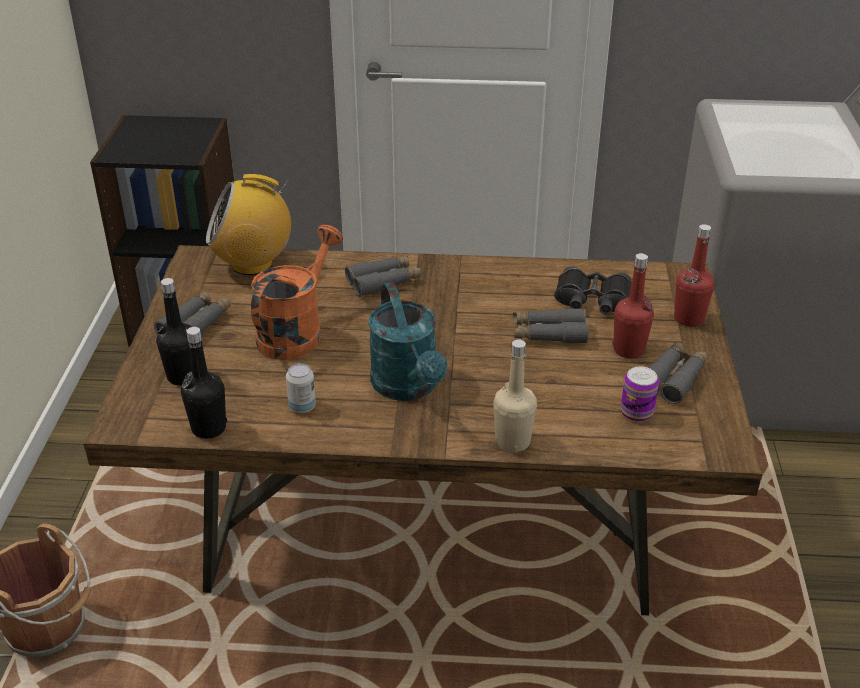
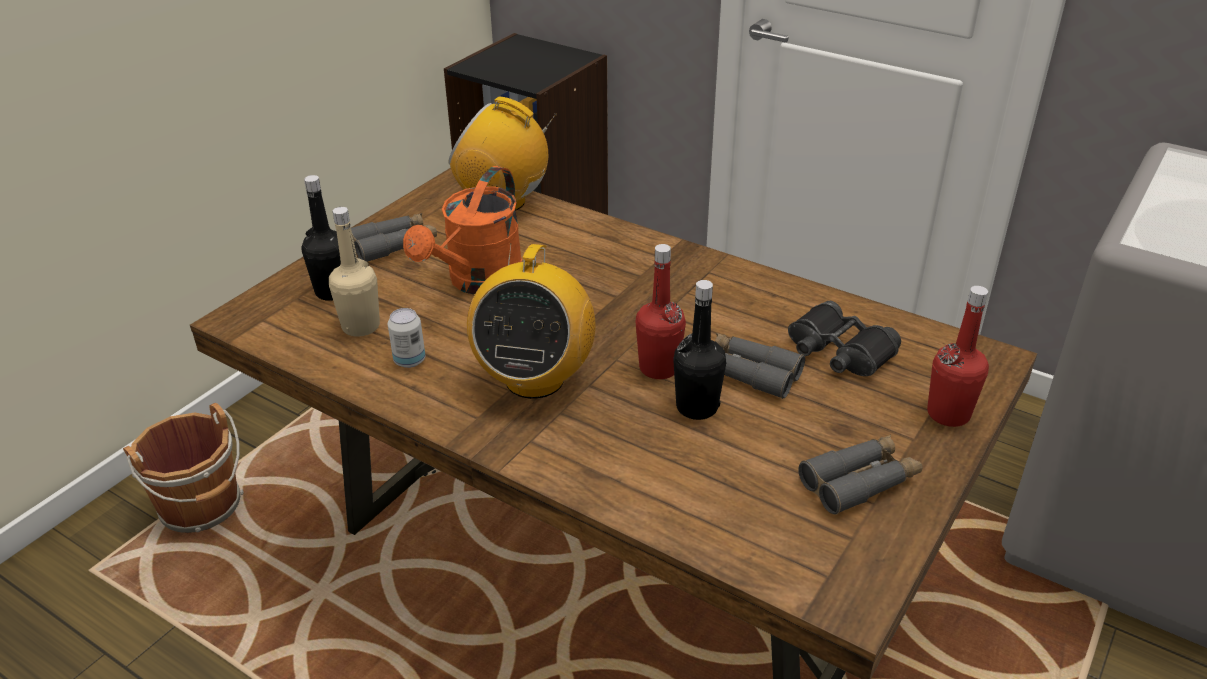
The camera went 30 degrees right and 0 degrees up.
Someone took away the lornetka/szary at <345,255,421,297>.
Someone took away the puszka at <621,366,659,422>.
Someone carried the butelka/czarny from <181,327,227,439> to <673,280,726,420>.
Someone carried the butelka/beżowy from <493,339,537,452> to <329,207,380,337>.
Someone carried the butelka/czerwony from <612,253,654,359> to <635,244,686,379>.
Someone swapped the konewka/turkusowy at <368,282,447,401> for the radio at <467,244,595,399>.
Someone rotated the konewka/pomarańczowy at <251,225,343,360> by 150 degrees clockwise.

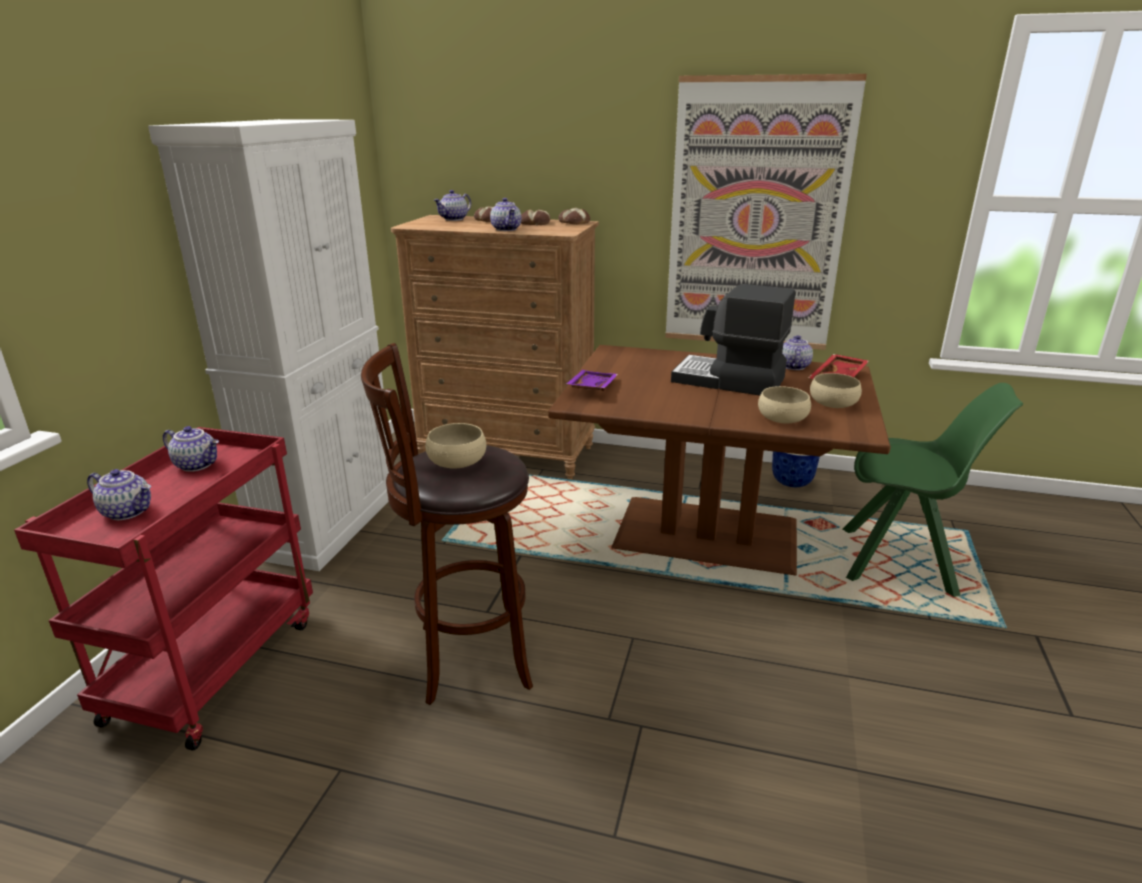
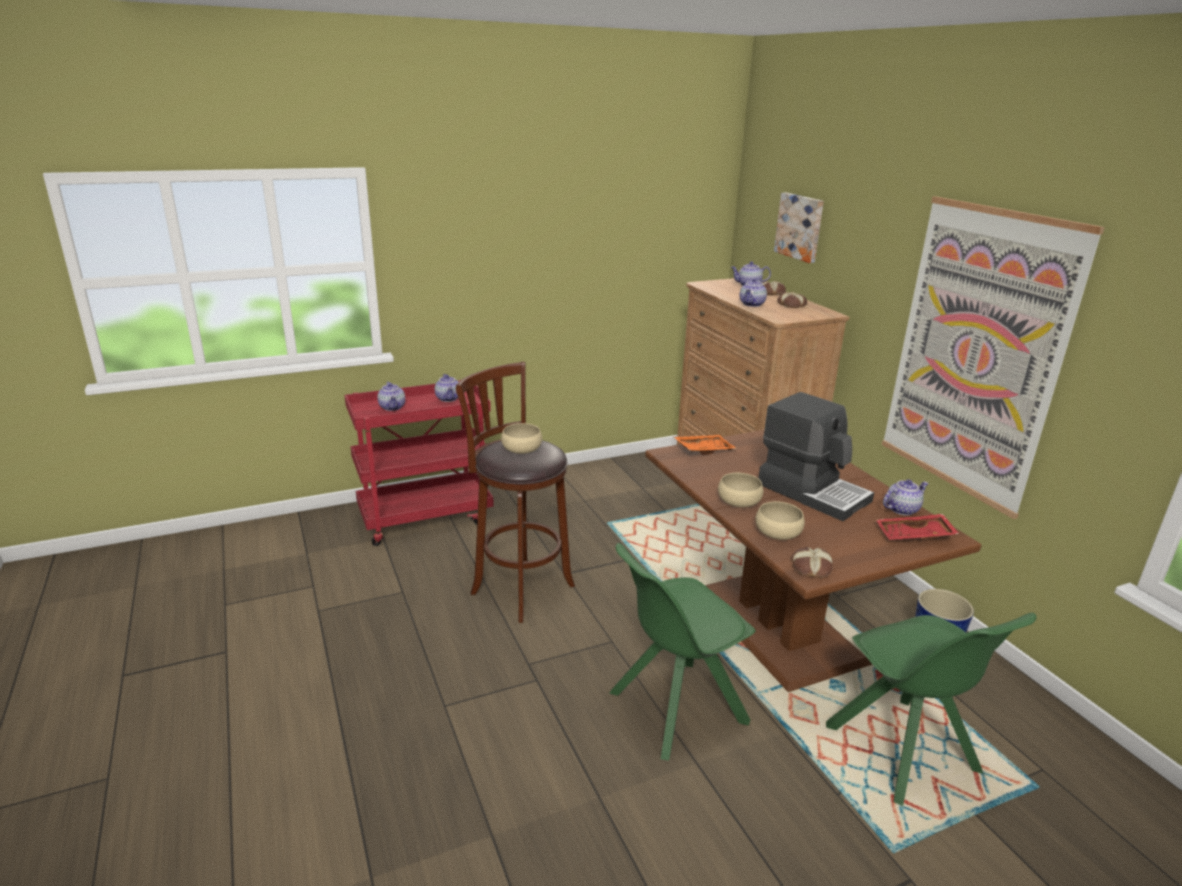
The camera went 50 degrees right and 0 degrees up.
Someone took away the szafka/biały at <148,119,389,571>.
Someone put down the krzesło/zielony at <609,543,756,761>.
Someone put up the obraz at <774,193,824,263>.
Someone carried the chleb from <558,208,590,224> to <791,547,833,578>.
Someone carried the miska/beżowy from <810,373,862,408> to <718,473,763,507>.
Someone repainted the taca/fioletowy at <566,370,618,391>, which became the taca/pomarańczowy at <674,435,737,455>.
Someone rotated the ekspres do kawy at <671,284,795,396> by 150 degrees clockwise.

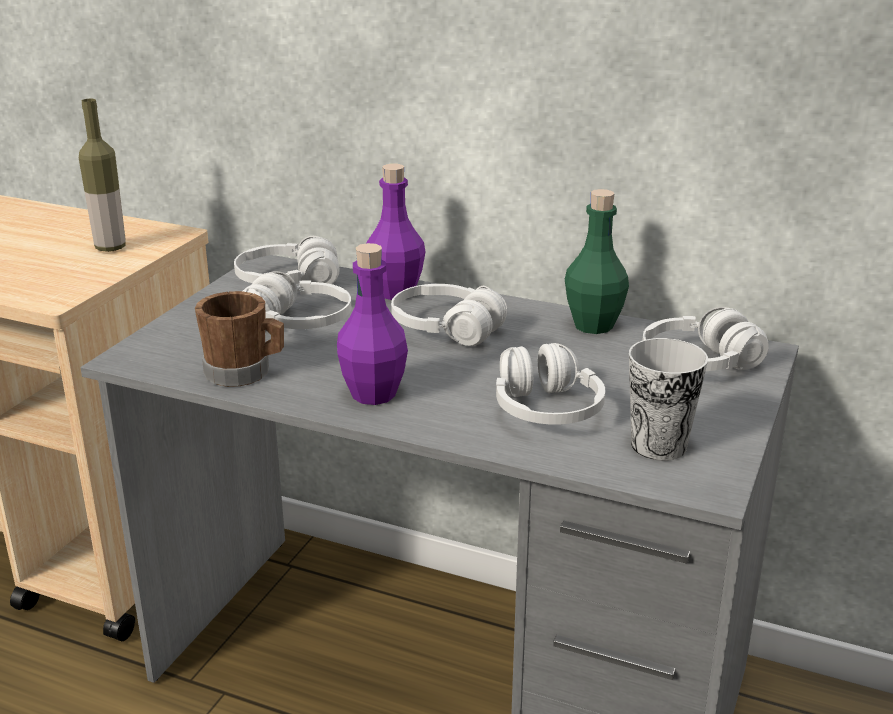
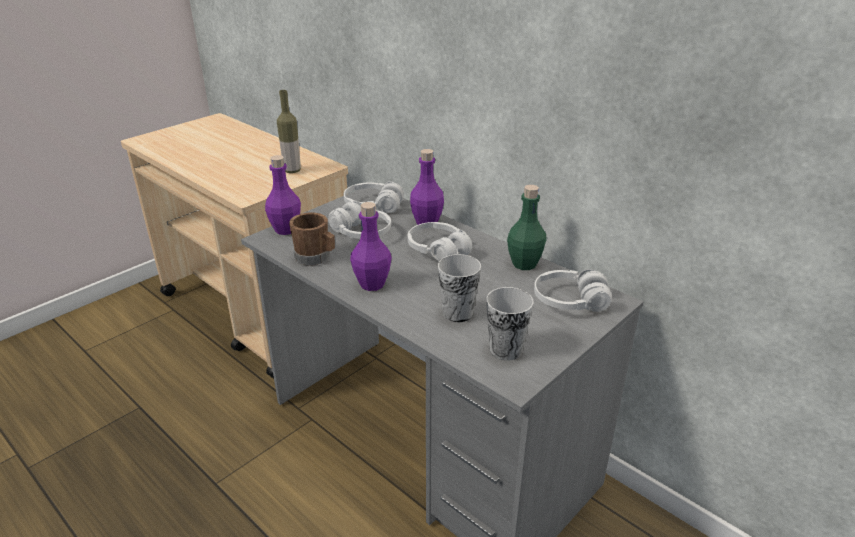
The camera went 20 degrees right and 5 degrees up.
Someone put down the butelka/fioletowy at <265,155,301,235>.
Someone swapped the słuchawki/biały at <496,343,605,425> for the filiżanka at <438,254,481,322>.

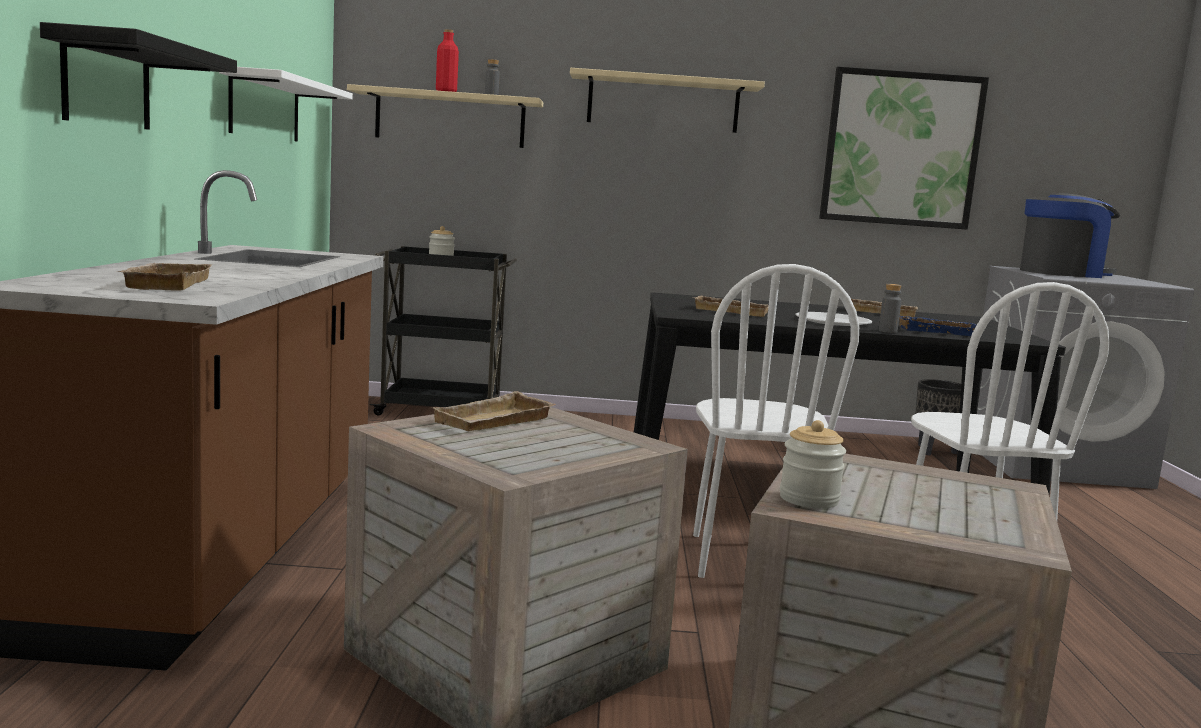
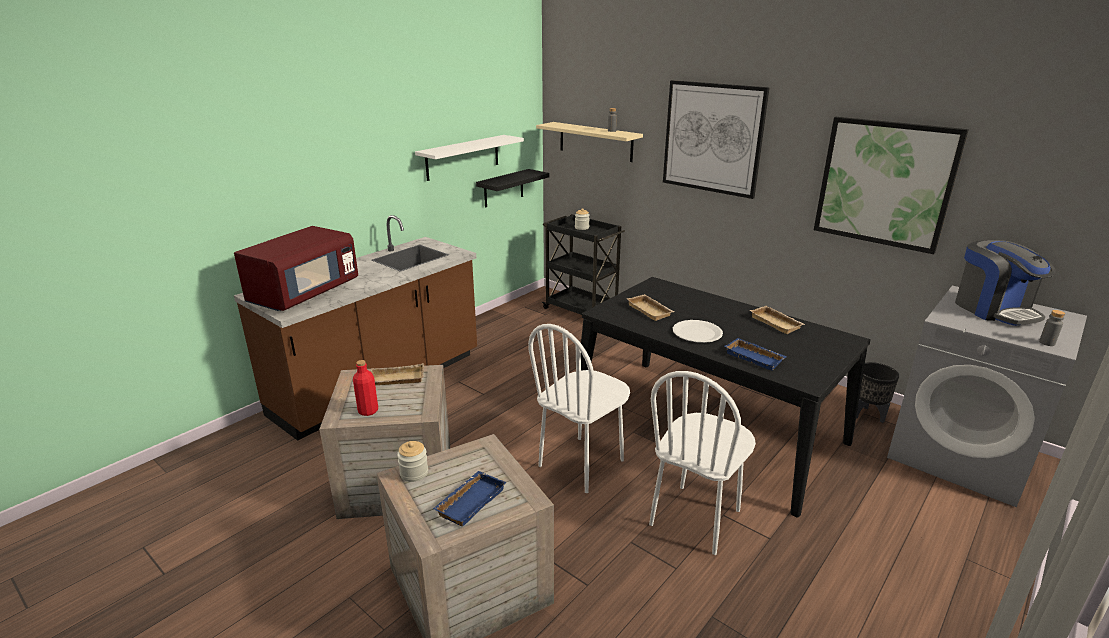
The camera went 40 degrees right and 15 degrees up.
Someone put down the taca/niebieski at <433,471,506,526>.
Someone carried the półka/czarny from <40,22,237,130> to <476,169,549,208>.
Someone carried the butelka/czerwony from <436,29,459,92> to <353,360,378,416>.
Someone carried the butelka/szary from <879,284,902,333> to <1039,310,1065,346>.
Someone swapped the taca/beżowy at <116,263,213,290> for the mikrofalówka/czerwony at <234,226,358,311>.
Someone swapped the półka/beżowy at <570,68,765,133> for the obraz at <663,80,770,199>.
Someone rotated the ekspres do kawy at <1020,193,1120,278> by 45 degrees clockwise.

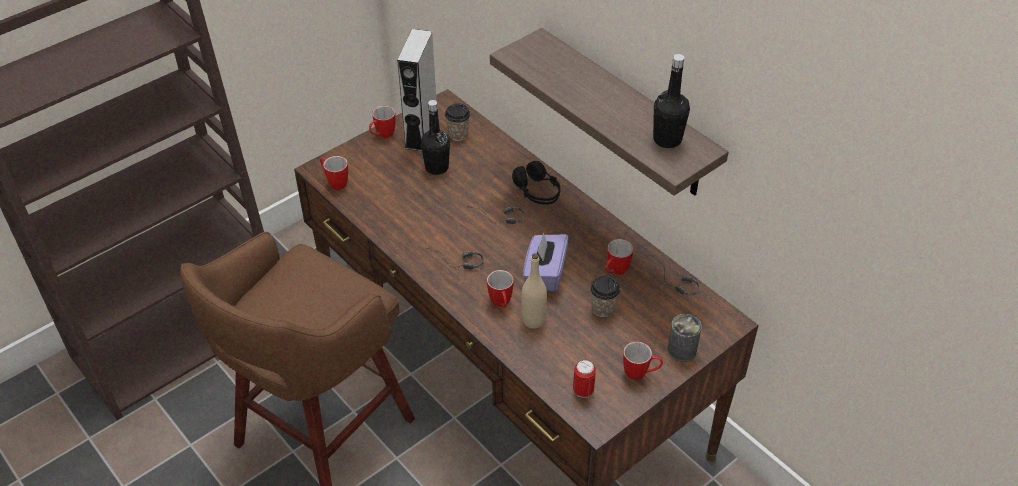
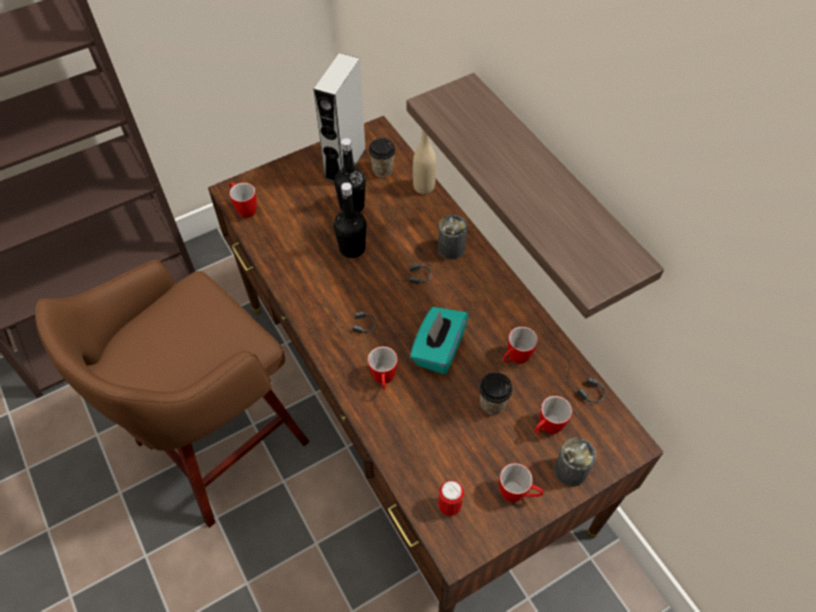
The camera went 10 degrees right and 10 degrees up.
Someone carried the kubek from <369,106,396,138> to <534,396,572,434>.
Someone carried the butelka/beżowy from <521,253,547,329> to <413,129,436,194>.
Someone carried the butelka/czarny from <653,54,690,148> to <334,183,366,258>.
Someone swapped the słuchawki/czarny at <512,161,560,204> for the puszka at <438,215,467,260>.
Someone repainted the pudełko chusteczek/fioletowy at <523,233,568,292>, which became the pudełko chusteczek/turkusowy at <410,307,469,374>.

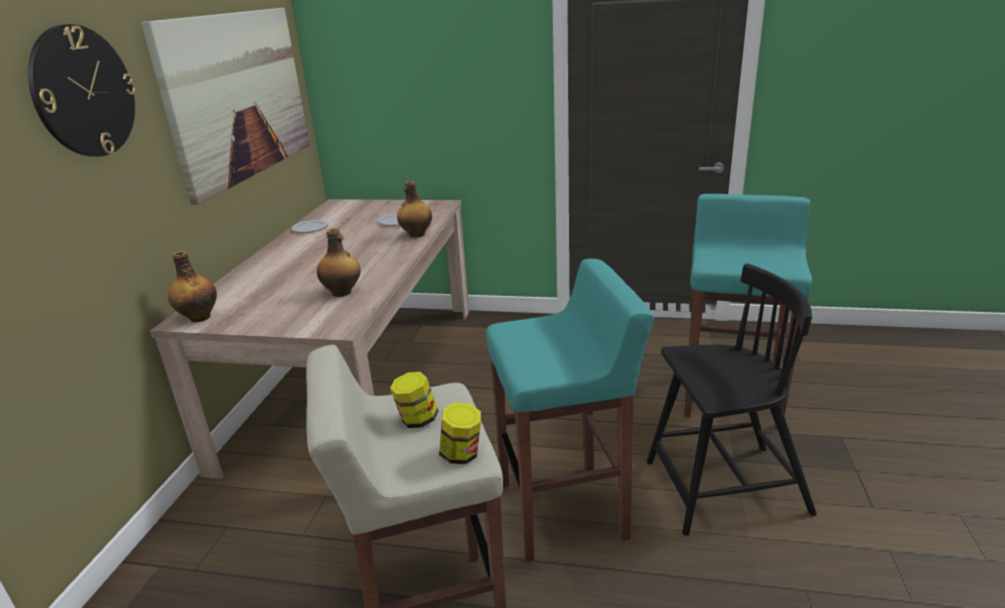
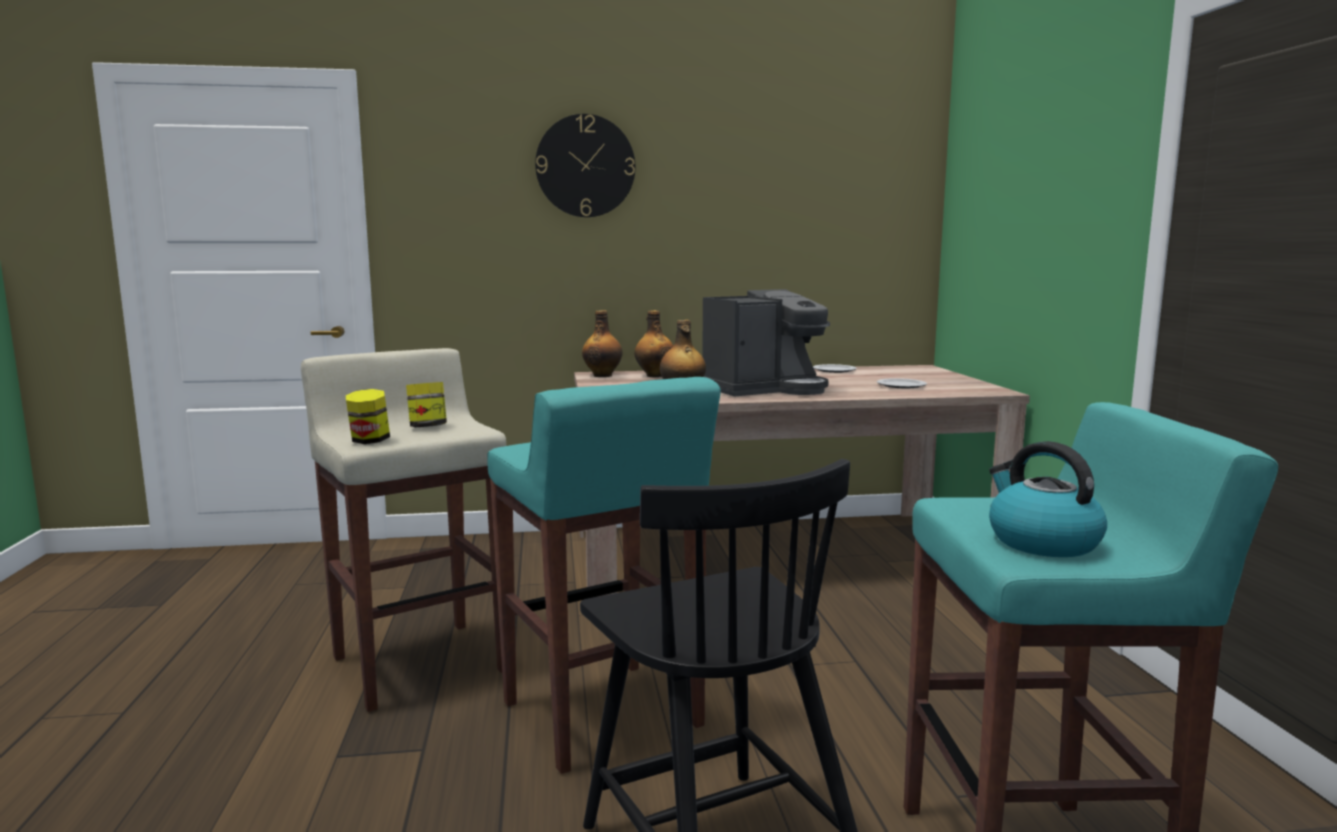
The camera went 70 degrees right and 15 degrees down.
Someone took away the obraz at <141,8,310,205>.
Someone put down the ekspres do kawy at <702,289,830,397>.
Someone put down the czajnik at <989,441,1107,557>.
Someone carried the butelka from <397,181,432,238> to <634,310,673,377>.

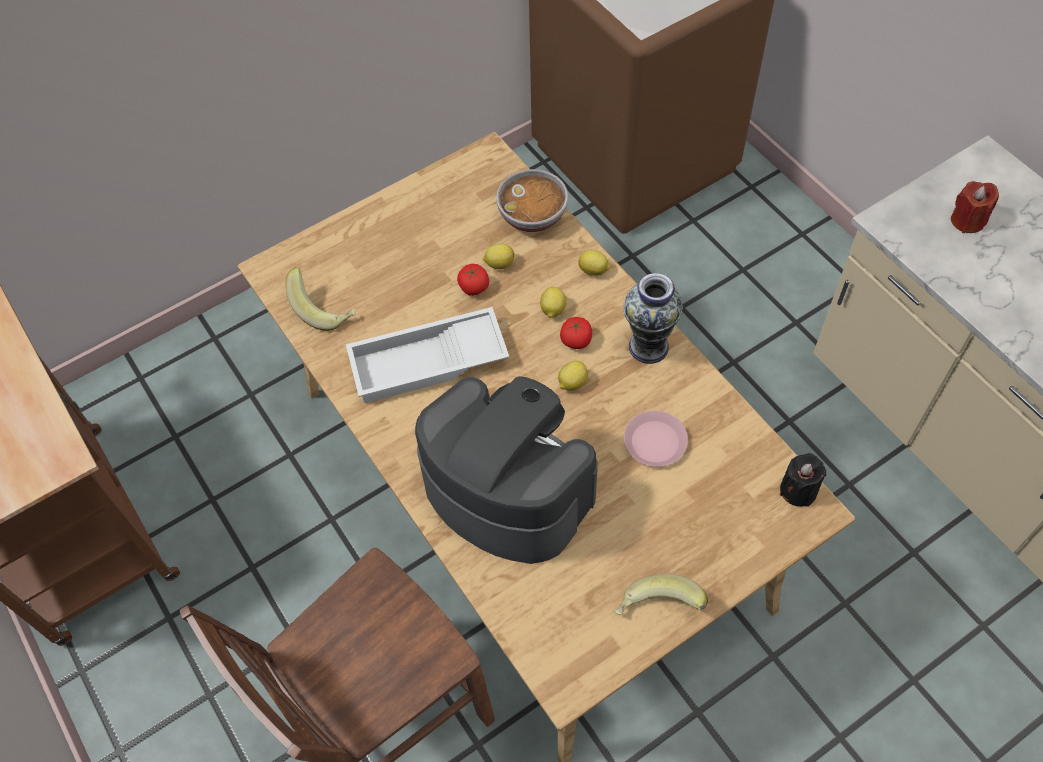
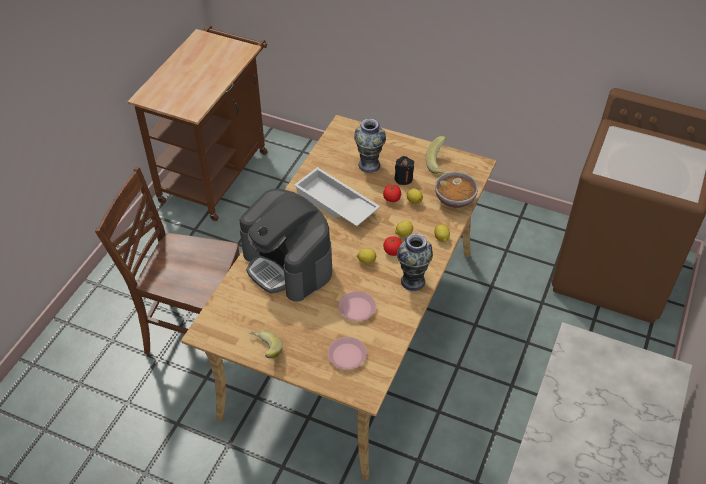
The camera went 55 degrees right and 10 degrees down.
Someone took away the świeca/czerwony at <951,181,999,233>.
Someone put down the talerz/różowy at <328,337,367,370>.
Someone put down the wazon at <354,118,386,173>.
Someone carried the banan from <286,268,356,331> to <426,136,447,174>.
Someone carried the świeca/czarny from <780,453,826,507> to <395,156,414,185>.
Someone rotated the ekspres do kawy at <415,376,598,564> by 135 degrees clockwise.

